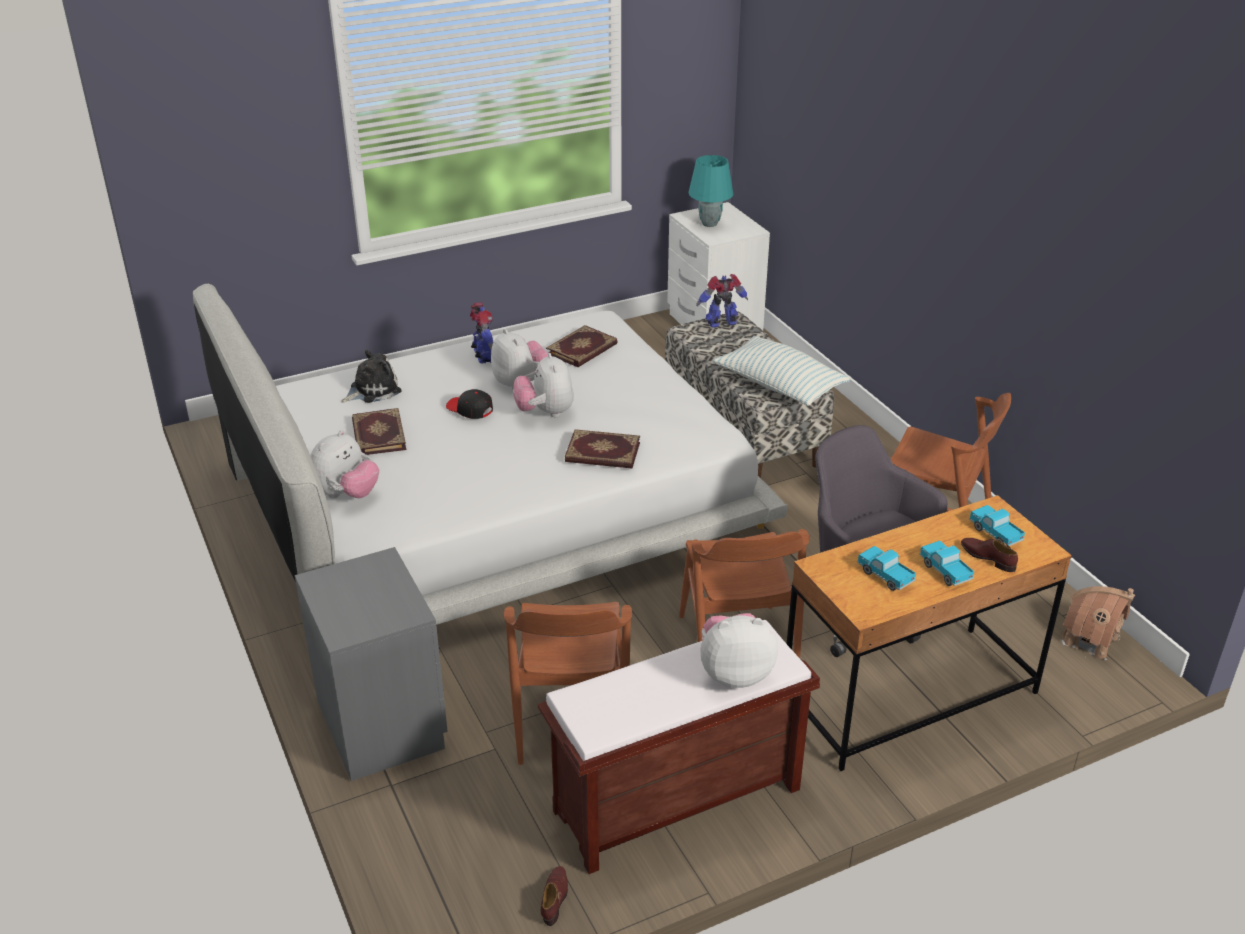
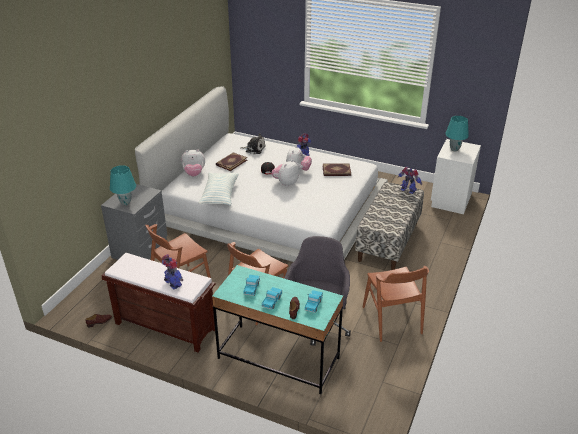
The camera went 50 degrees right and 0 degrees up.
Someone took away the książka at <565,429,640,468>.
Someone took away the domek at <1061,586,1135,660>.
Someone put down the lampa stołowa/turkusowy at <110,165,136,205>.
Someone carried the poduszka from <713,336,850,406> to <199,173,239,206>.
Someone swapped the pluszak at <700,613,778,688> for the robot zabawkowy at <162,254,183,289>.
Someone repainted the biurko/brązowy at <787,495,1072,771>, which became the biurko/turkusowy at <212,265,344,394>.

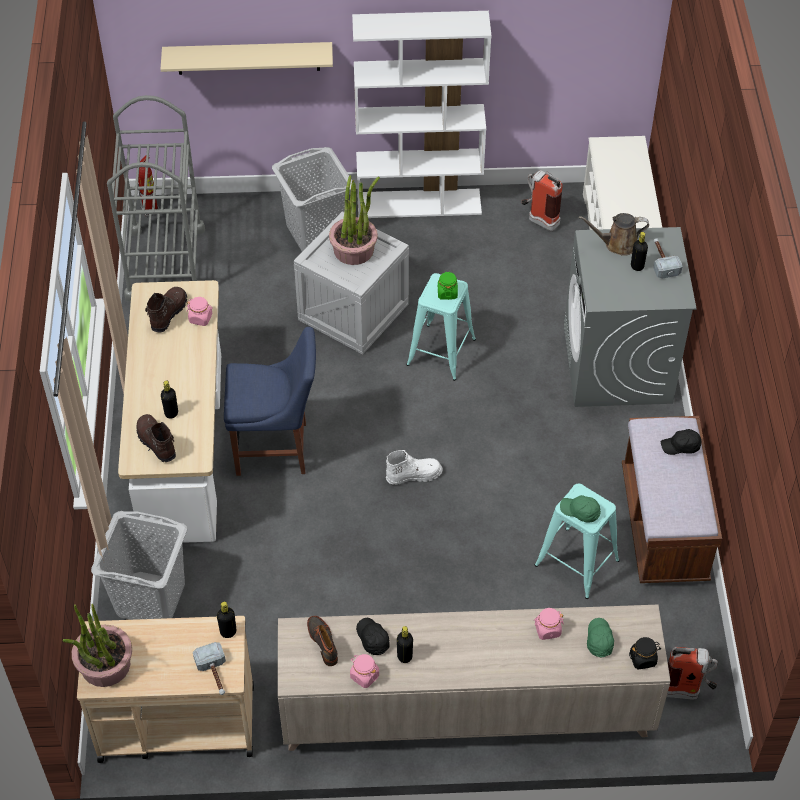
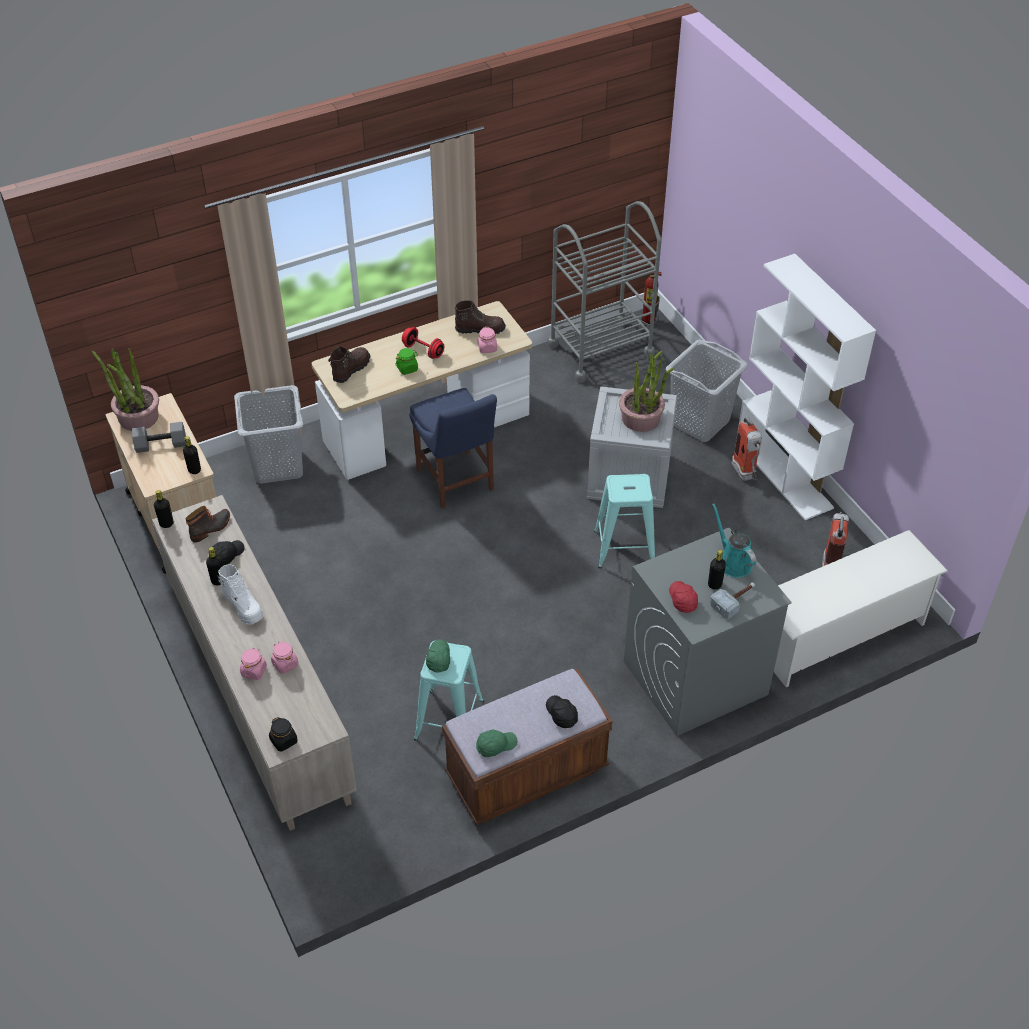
The camera went 65 degrees right and 5 degrees down.
Someone took away the półka/beżowy at <161,42,333,75>.
Someone took away the młotek at <193,642,226,695>.
Someone put down the hantel/szary at <132,422,186,453>.
Someone put down the hantel/czerwony at <402,327,444,359>.
Someone put down the czapka z daszkiem/czerwony at <669,581,698,613>.
Someone carried the butelka/czarny from <161,380,178,419> to <154,490,174,528>.
Someone carried the słoik/różowy from <350,654,379,688> to <240,648,267,680>.
Someone carried the but z cholewką/biały from <386,450,442,485> to <218,564,263,625>.
Someone carried the słoik/zielony from <438,271,458,300> to <395,348,418,375>.
Someone carried the czapka z daszkiem/zielony from <587,618,614,657> to <476,730,517,757>.
Someone carried the gaśnica from <667,647,718,700> to <732,416,762,481>.
Someone repainted the konewka/brązowy at <579,213,649,256>, which became the konewka/turkusowy at <712,503,756,578>.

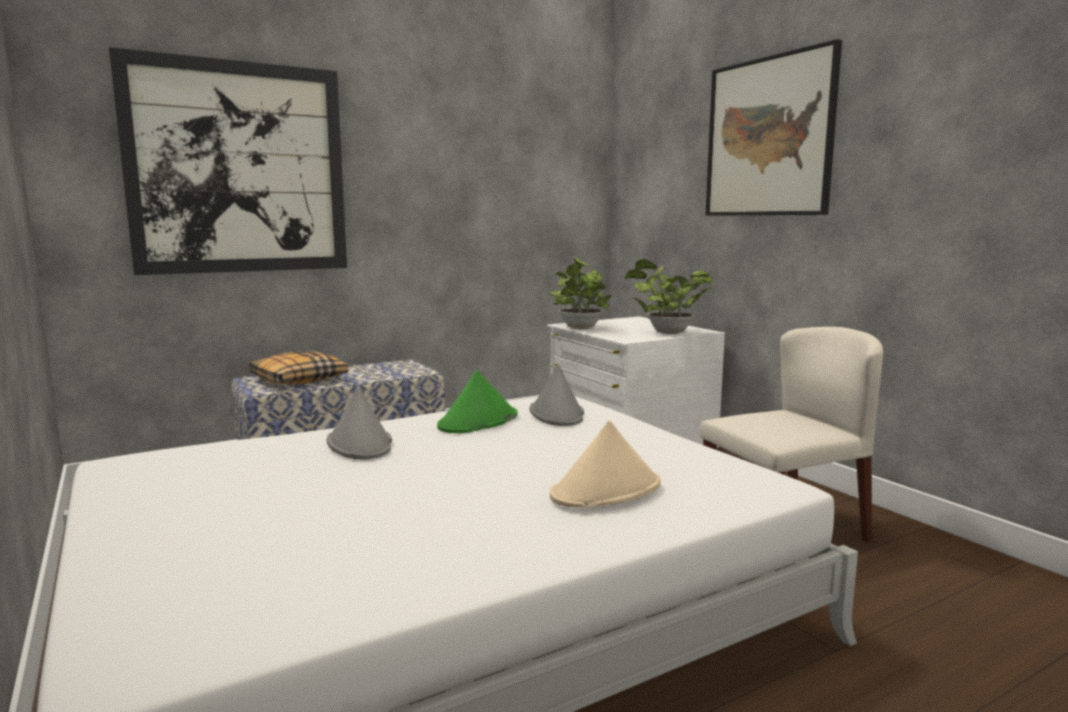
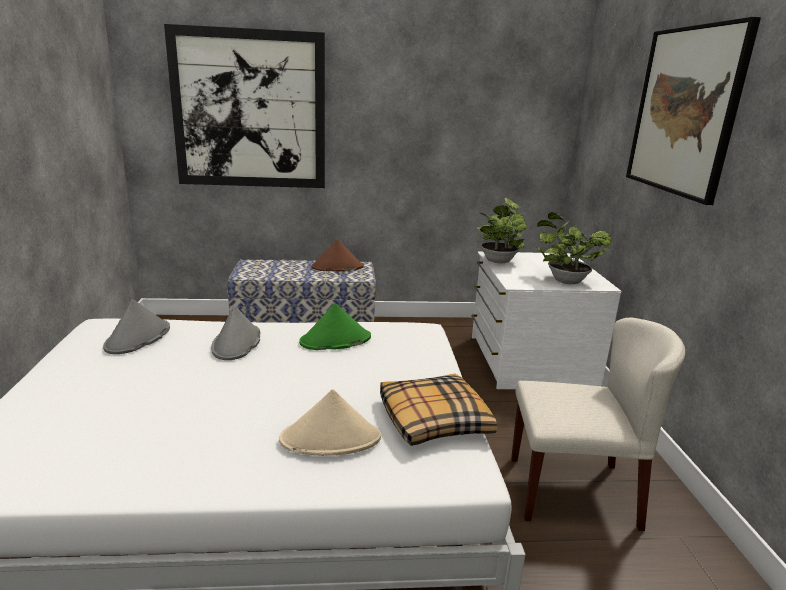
The camera went 25 degrees right and 10 degrees up.
Someone put down the kapelusz/brązowy at <312,239,364,272>.
Someone carried the poduszka from <249,351,348,384> to <380,374,497,446>.
Someone carried the kapelusz/szary from <530,364,584,426> to <103,299,170,354>.

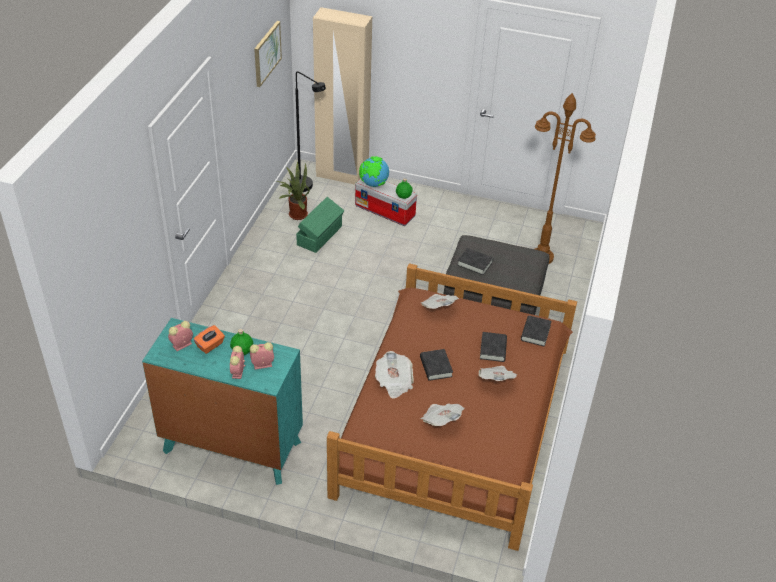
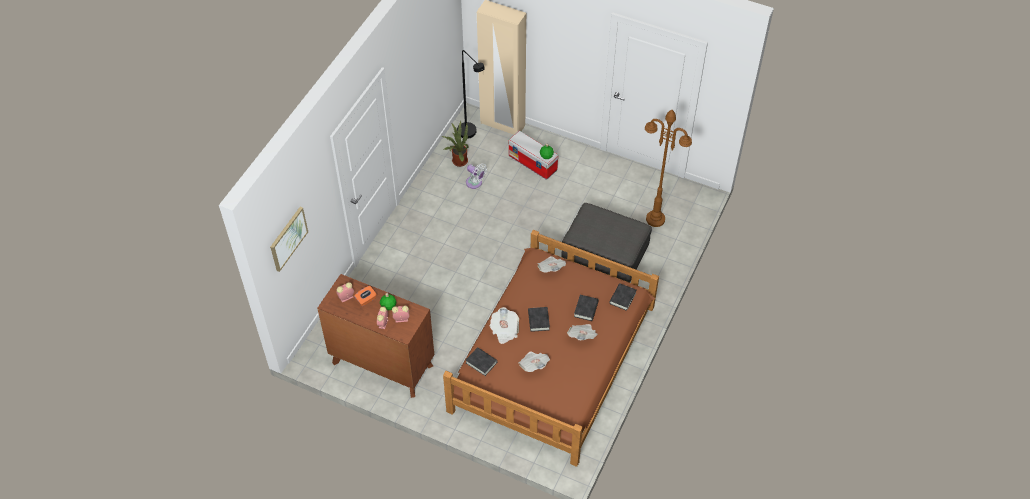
The camera went 10 degrees right and 10 degrees up.
Someone took away the globus at <359,156,389,187>.
Someone carried the obraz from <254,21,282,87> to <270,207,308,272>.
Someone carried the książka/czarny from <457,248,494,275> to <466,347,497,376>.
Someone swapped the pojemnik do przechowywania/zielony at <296,197,344,253> for the wentylator/biały at <466,163,487,189>.
Someone repainted the komoda/turkusowy at <142,318,303,485>, which became the komoda/brązowy at <317,274,434,398>.

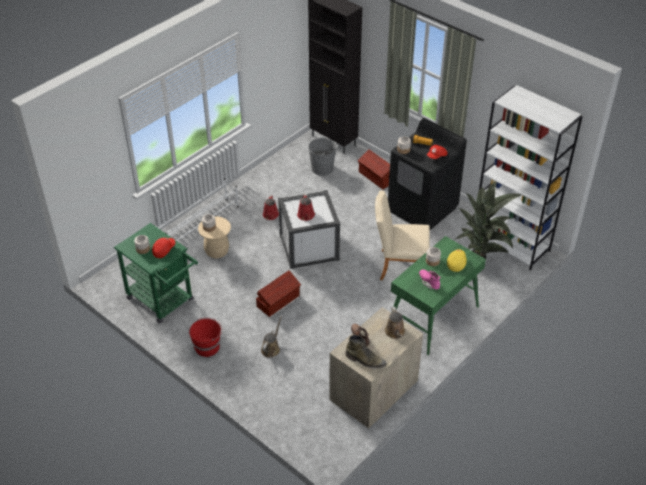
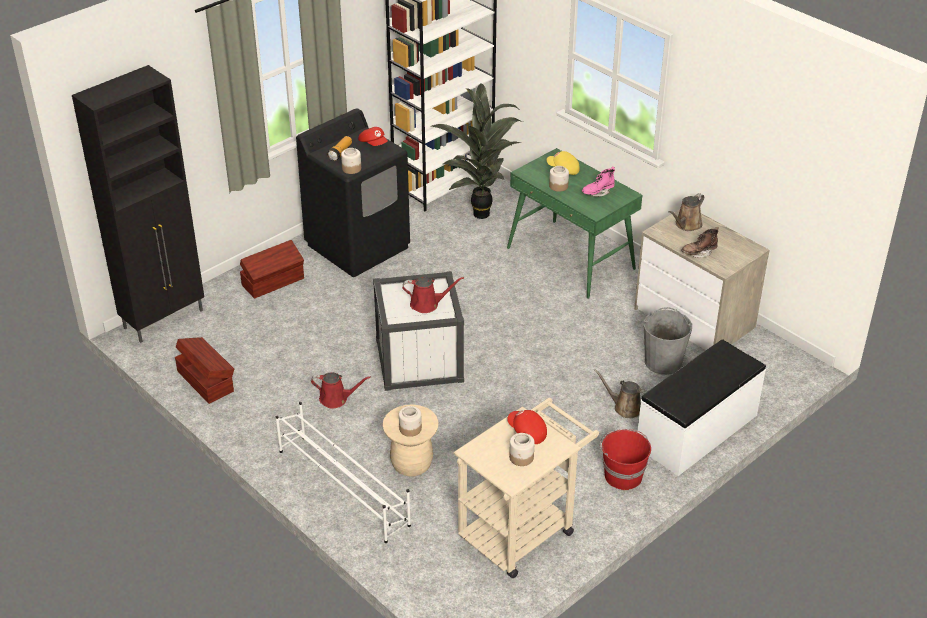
The camera went 85 degrees left and 5 degrees down.
Someone took away the but z cholewką/zielony at <345,335,387,369>.
Someone took away the krzesło/beżowy at <375,191,430,280>.
Someone put down the ławka/biały at <638,339,766,476>.
Someone carried the pojemnik do przechowywania/brązowy from <256,271,301,317> to <175,337,234,404>.
Someone carried the wiadro/szary from <308,137,338,176> to <644,307,693,375>.
Someone repainted the wózek/zielony at <114,223,198,323>, which became the wózek/beżowy at <453,398,599,578>.
Someone rotated the konewka/brązowy at <385,307,405,339> by 135 degrees clockwise.

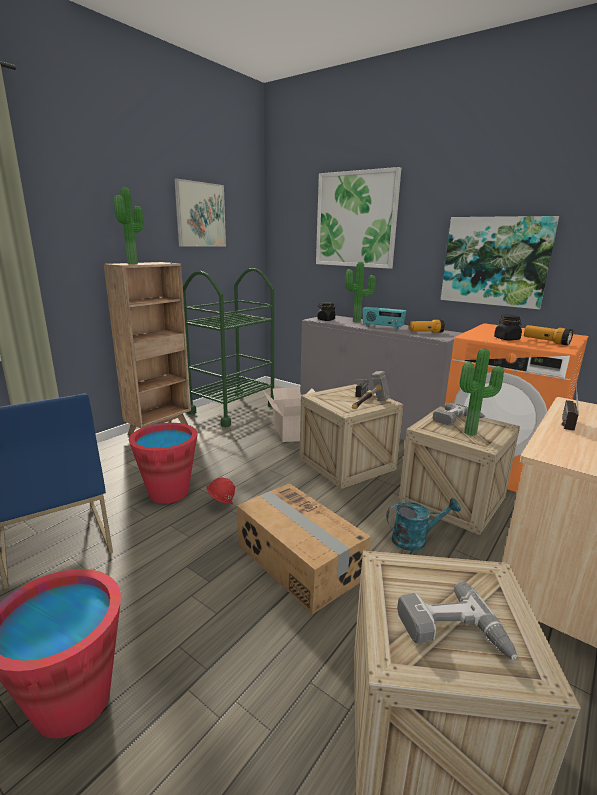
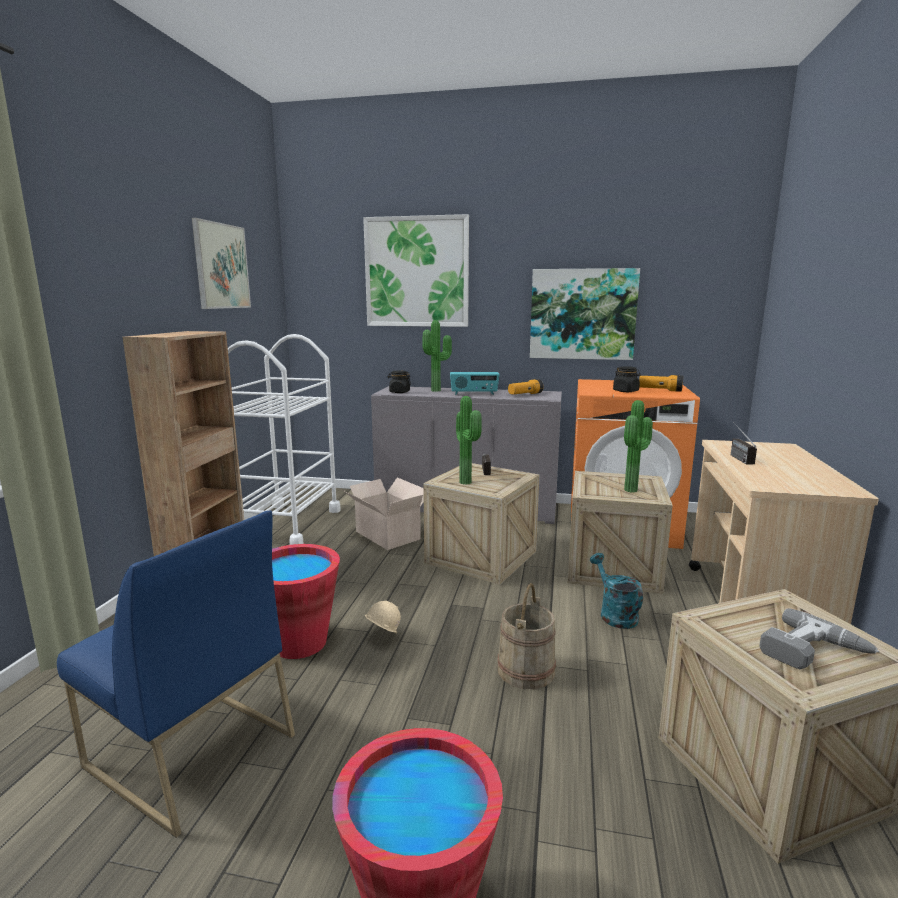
The camera went 25 degrees left and 5 degrees down.
Someone took away the młotek at <352,371,390,409>.
Someone took away the wiertarka at <433,403,485,426>.
Someone carried the roślina doniczkowa from <114,187,144,264> to <456,396,482,485>.
Someone swapped the karton at <237,484,371,614> for the wiadro/beżowy at <497,583,556,689>.
Someone repainted the wózek/zielony at <183,268,274,427>, which became the wózek/biały at <228,334,341,545>.
Someone repainted the kask/czerwony at <206,478,235,504>, which became the kask/beżowy at <365,601,401,633>.
Someone rotated the konewka/turkusowy at <386,498,461,551> by 75 degrees counterclockwise.

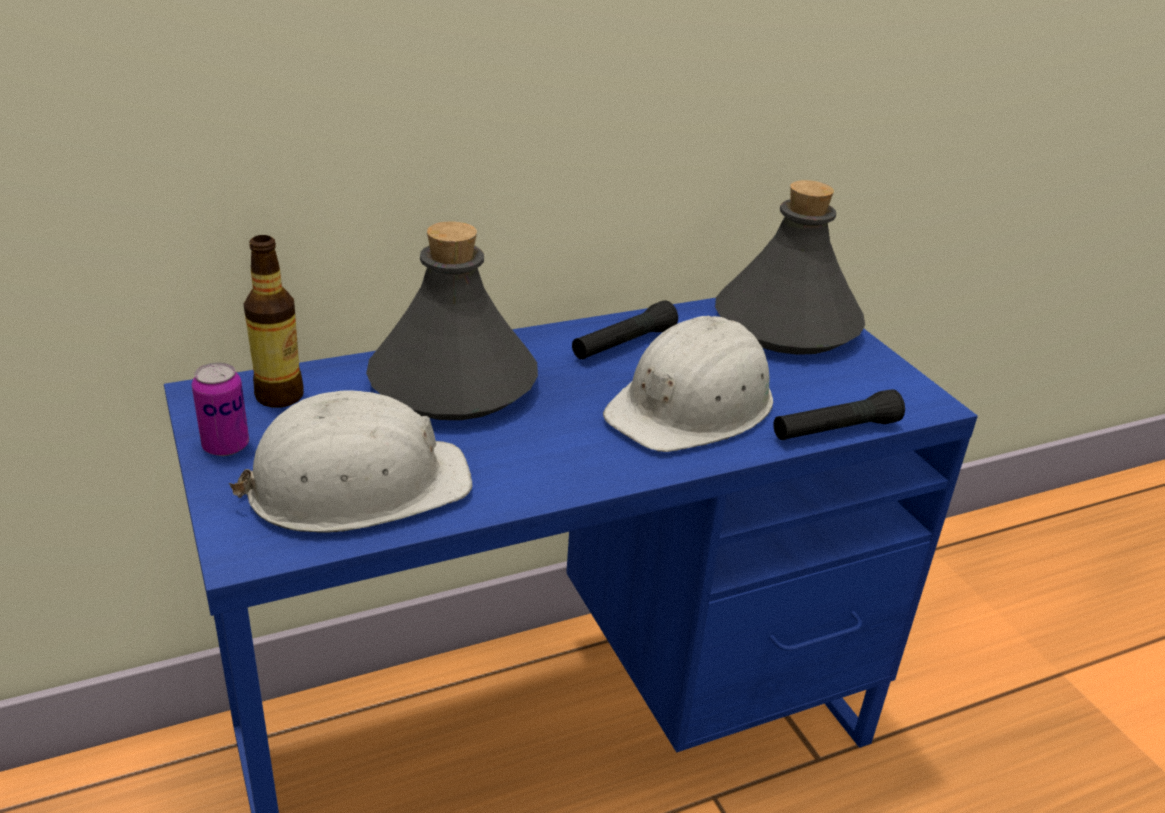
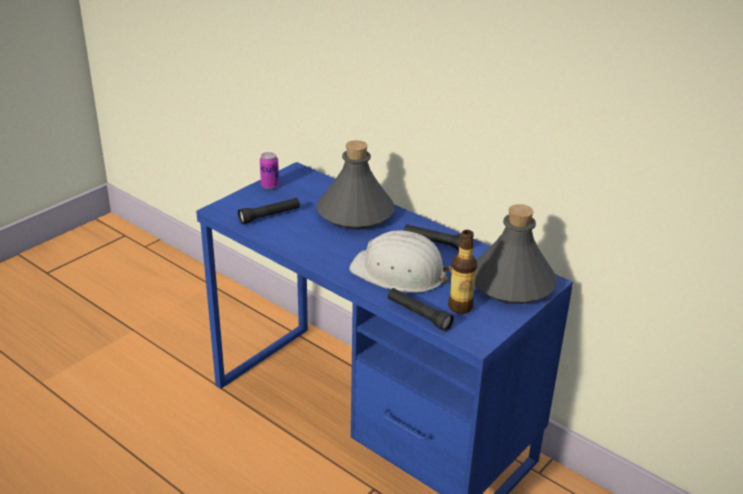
The camera went 65 degrees right and 0 degrees up.
Someone carried the butelka from <244,235,304,408> to <448,230,477,314>.
Someone swapped the kask/biały at <229,390,472,533> for the latarka/czarny at <238,198,300,224>.

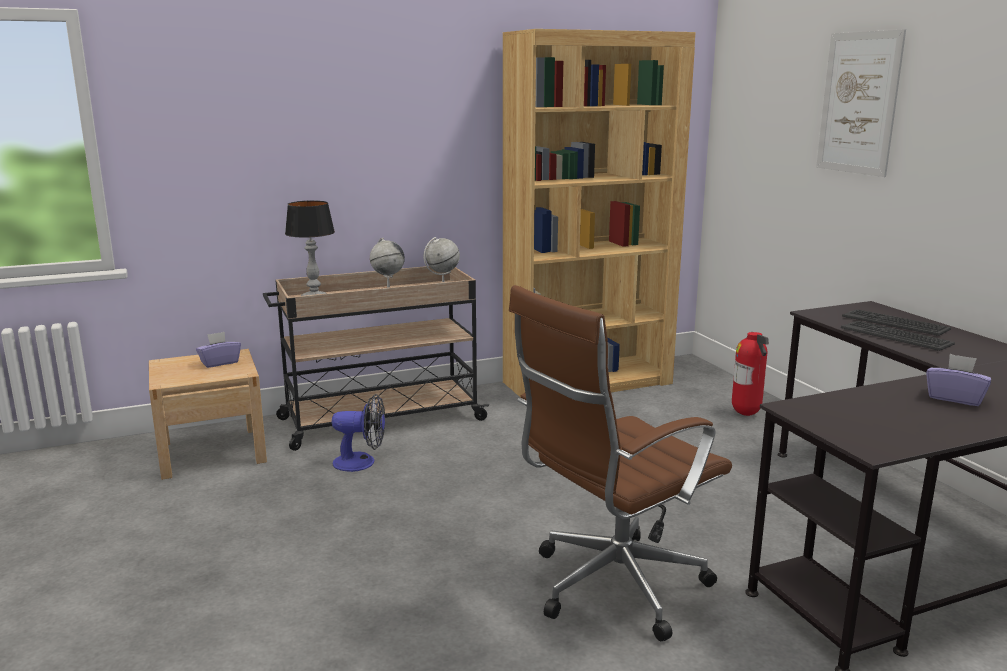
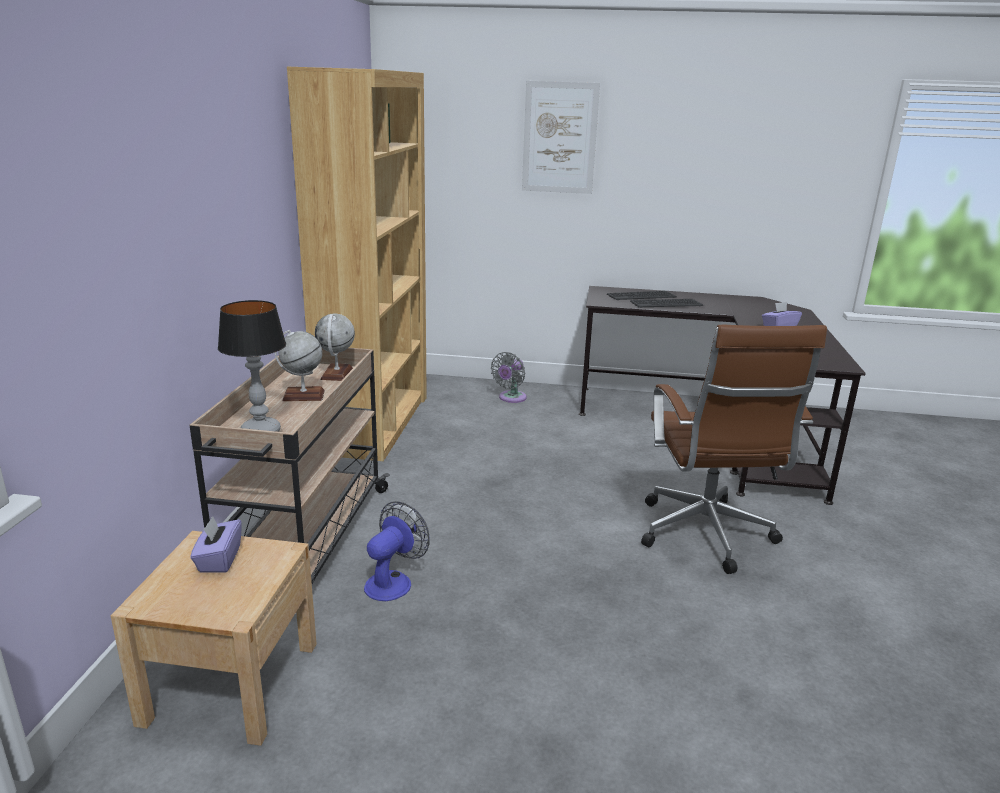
The camera went 60 degrees left and 5 degrees up.
Someone swapped the gaśnica at <732,332,769,416> for the wentylator/szary at <491,352,527,403>.

